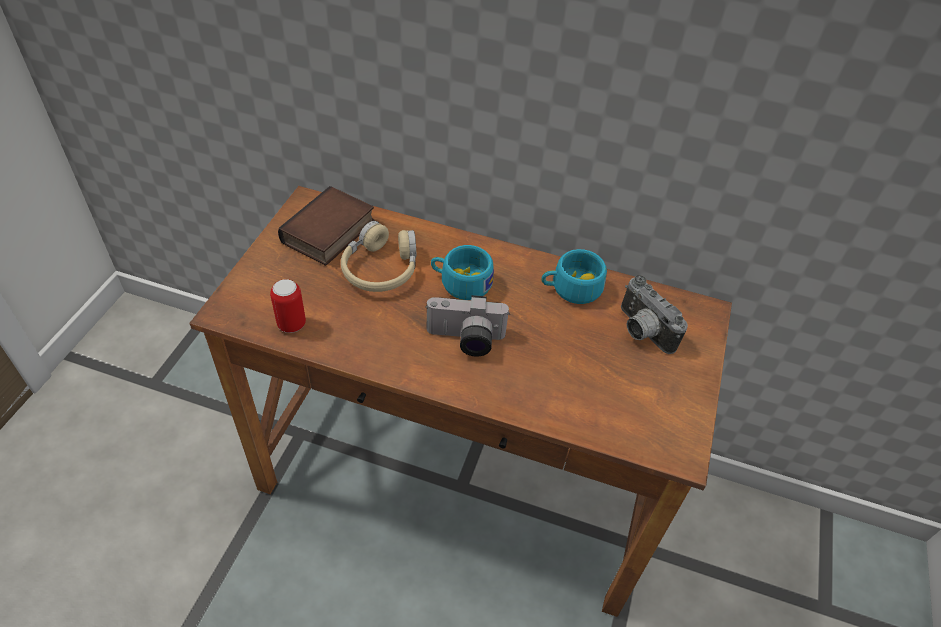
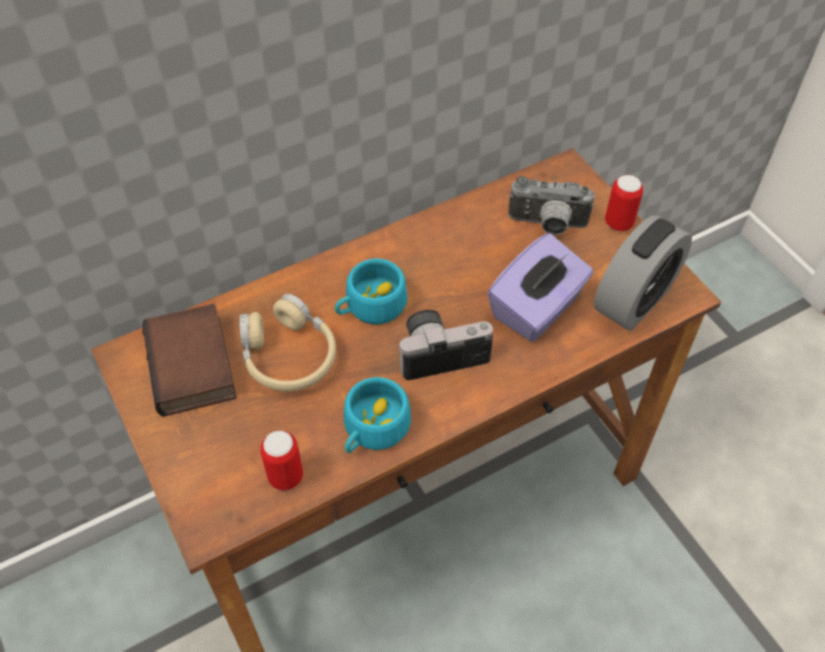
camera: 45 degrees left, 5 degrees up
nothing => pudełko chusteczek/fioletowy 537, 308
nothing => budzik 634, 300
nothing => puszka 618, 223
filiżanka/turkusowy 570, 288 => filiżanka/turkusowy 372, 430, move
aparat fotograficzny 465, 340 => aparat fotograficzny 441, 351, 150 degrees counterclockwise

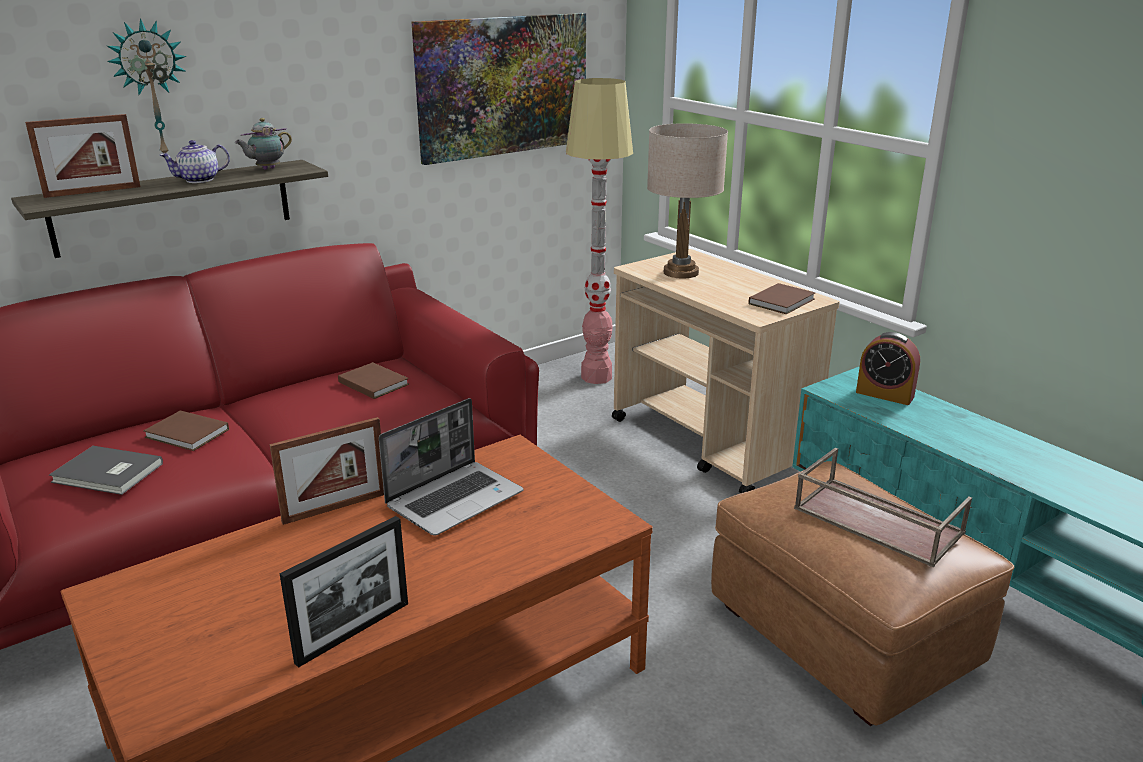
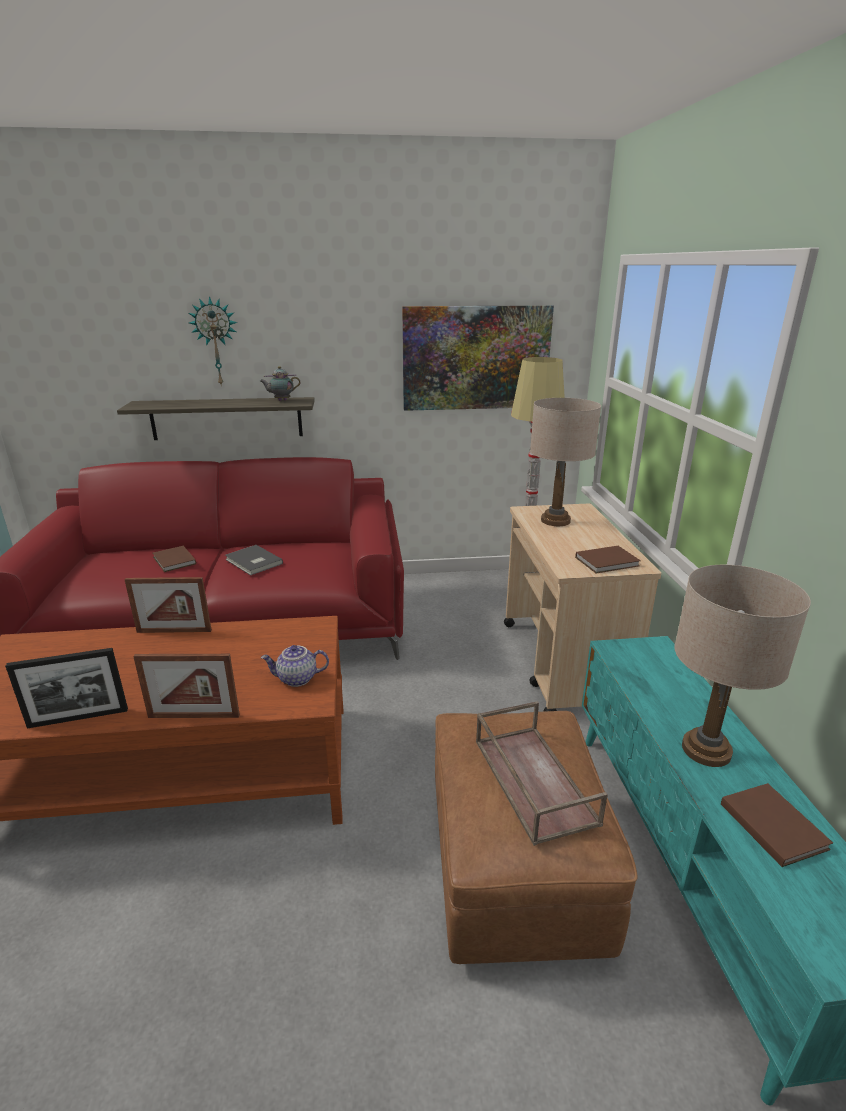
camera: 30 degrees right, 0 degrees up
laptop 455, 499 => nothing
budzik 884, 394 => nothing
nothing => lampa stołowa/beżowy 705, 750
ramka na zdjęcie 93, 192 => ramka na zdjęcie 194, 716, move
książka/szary 107, 474 => książka/szary 253, 562, move
imbryk 199, 180 => imbryk 296, 679, move
książka/brązowy 373, 382 => książka/brązowy 772, 824, move

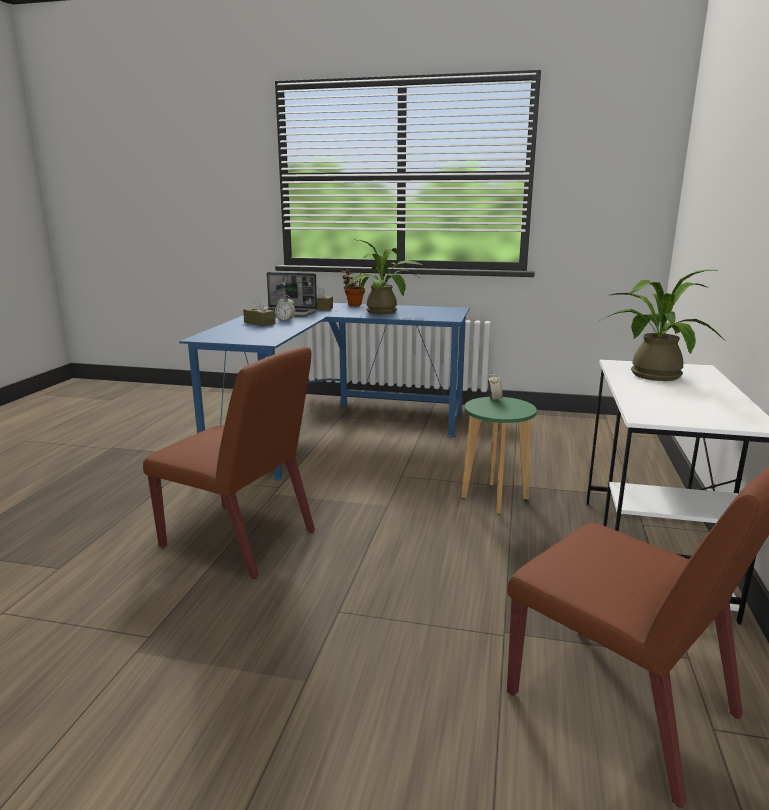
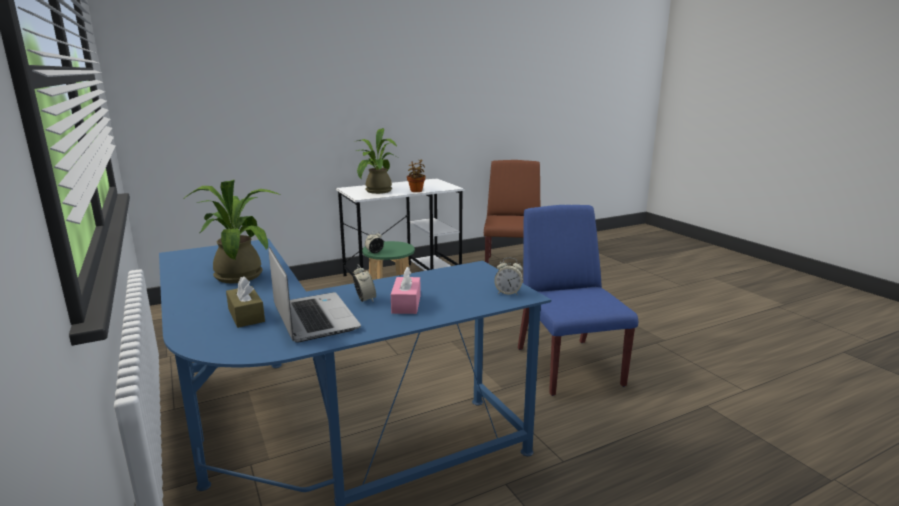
camera: 130 degrees left, 0 degrees up
nothing => budzik 508, 293
roślina doniczkowa 353, 304 => roślina doniczkowa 416, 191, move
krzesło/brązowy 240, 540 => krzesło/niebieski 567, 365
pudełko chusteczek/brązowy 259, 323 => pudełko chusteczek/różowy 406, 304

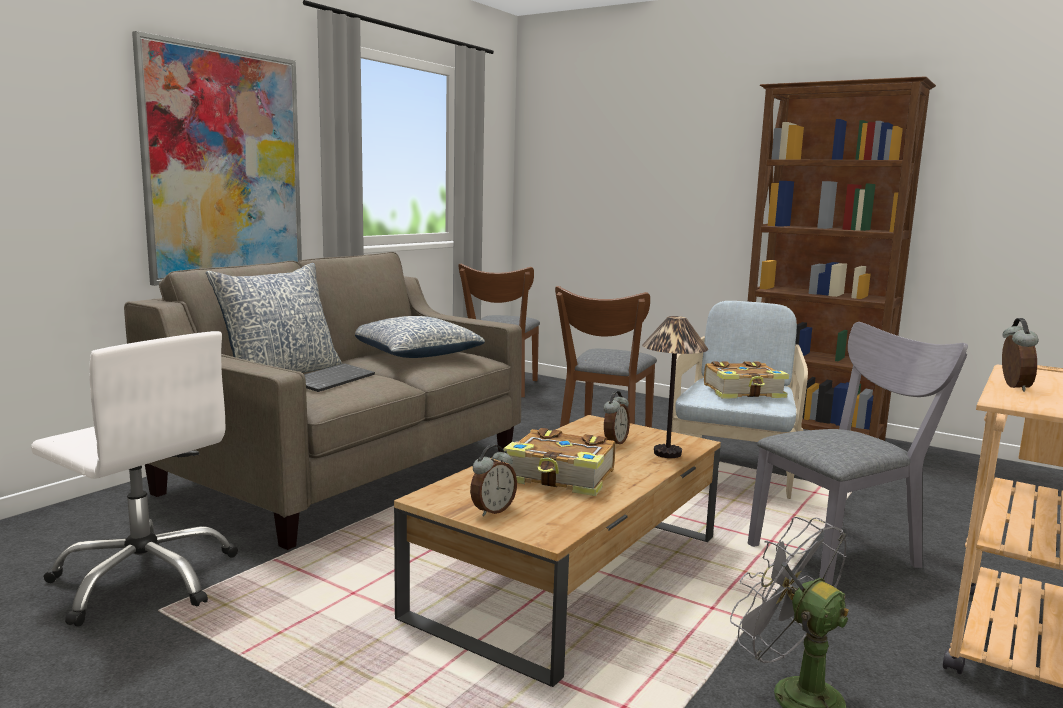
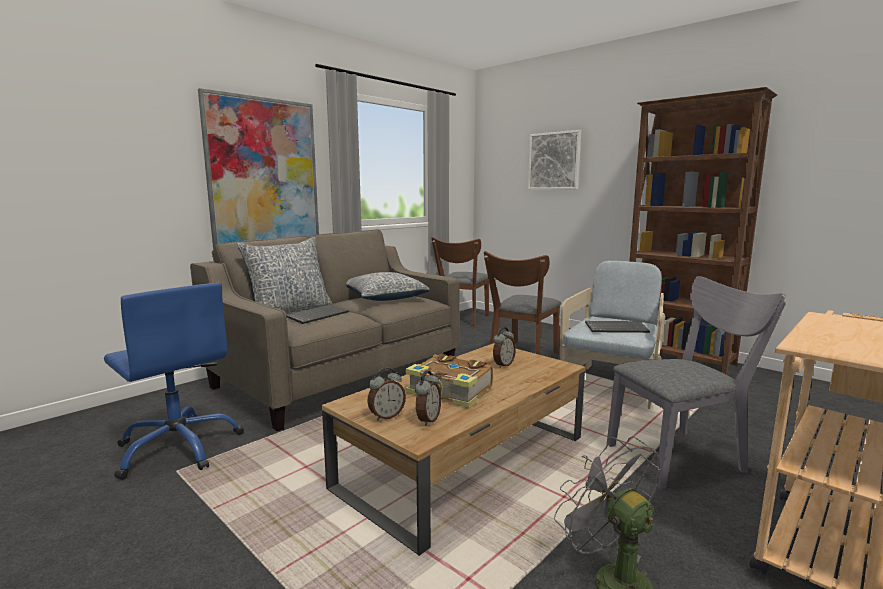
camera: 10 degrees right, 0 degrees up
lampa stołowa 668, 453 => nothing
nothing => obraz 554, 161
budzik 1012, 387 => budzik 427, 420, move
książka 744, 392 => klawiatura 616, 328
krzesło biurowe/biały 145, 579 => krzesło biurowe/niebieski 179, 447

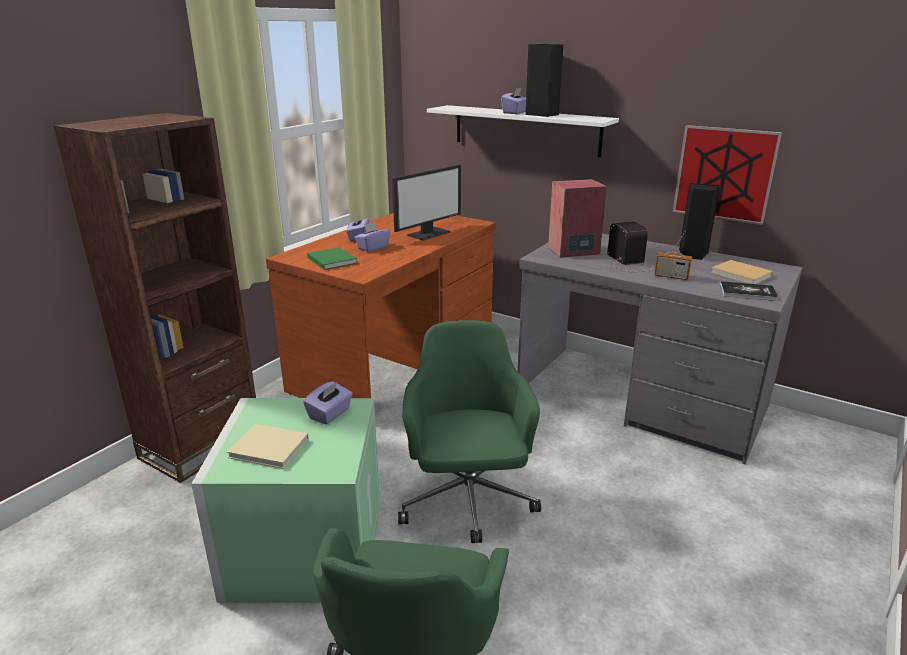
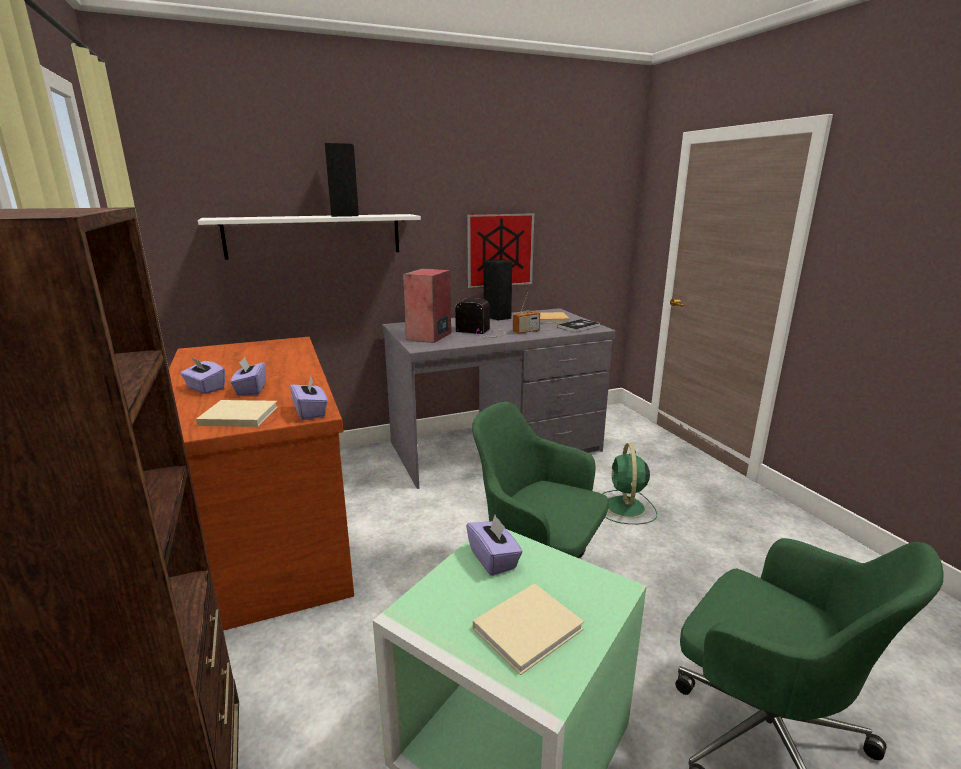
camera: 55 degrees left, 5 degrees down
monitor 428, 233 => nothing
nothing => wentylator/zielony 625, 508
pudełko chusteczek/fioletowy 515, 112 => pudełko chusteczek/fioletowy 310, 412, move
książka/zielony 331, 260 => książka/beżowy 237, 416

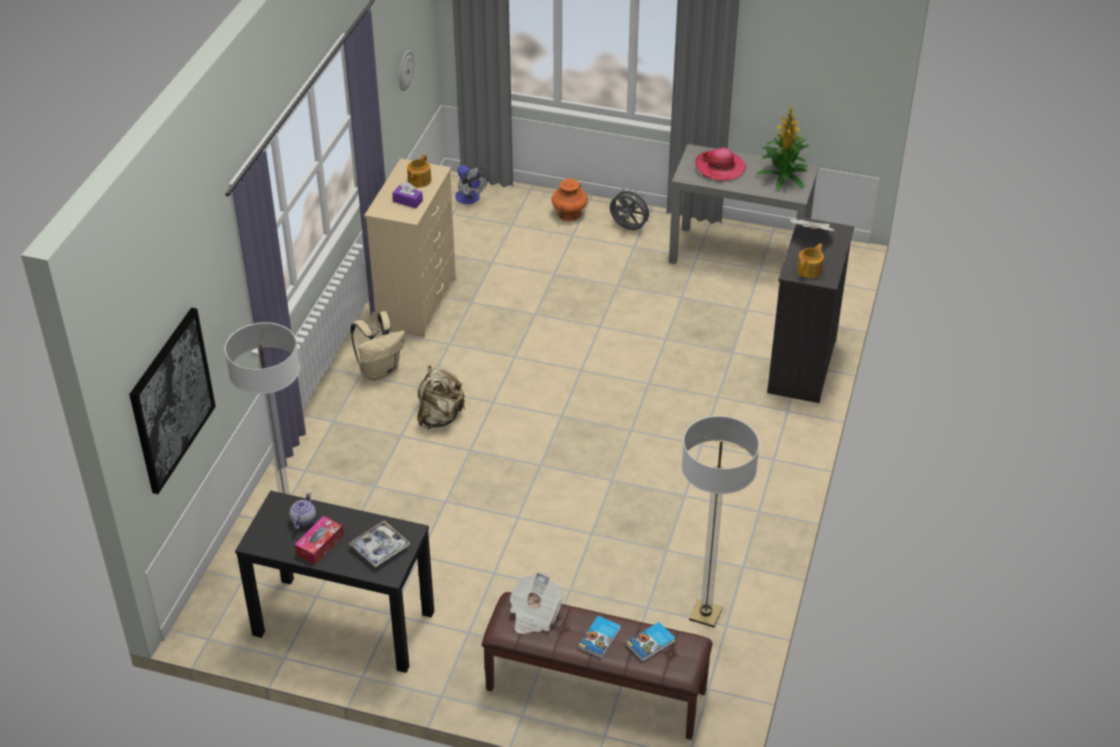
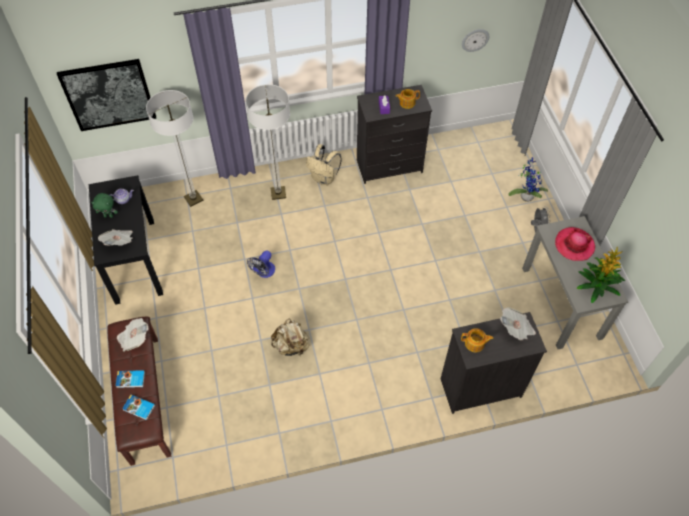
camera: 60 degrees right, 15 degrees up
plecak/beżowy 440, 417 => plecak/beżowy 291, 346, move
wentylator 469, 199 => wentylator 264, 272, move
lampa stojąca 705, 614 => lampa stojąca 278, 193, move
pudełko chusteczek 320, 545 => pluszak/zielony 109, 216
taca 380, 548 => gazeta 119, 242
wazon/pomarańczowy 569, 214 => roślina doniczkowa 525, 195
komoda/beżowy 418, 303 => komoda/czarny 390, 166

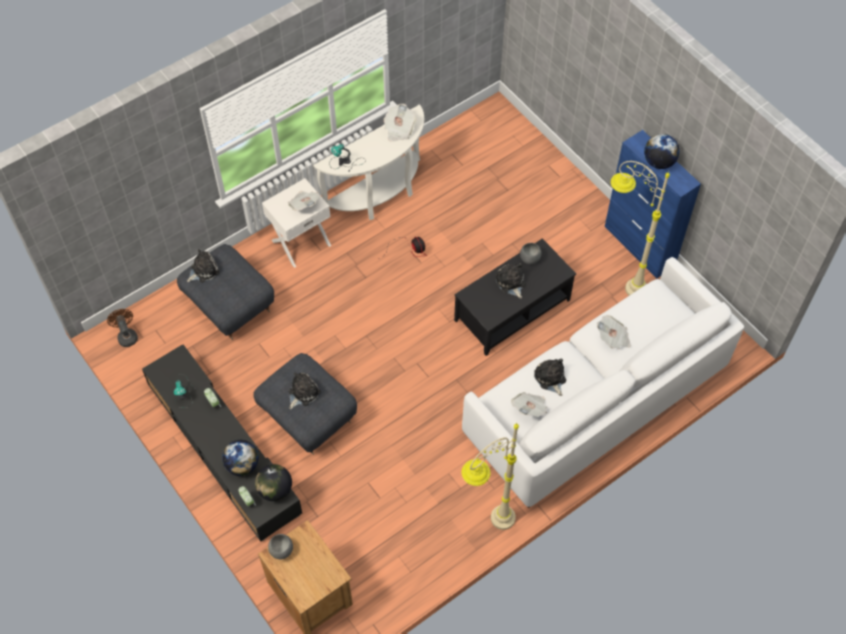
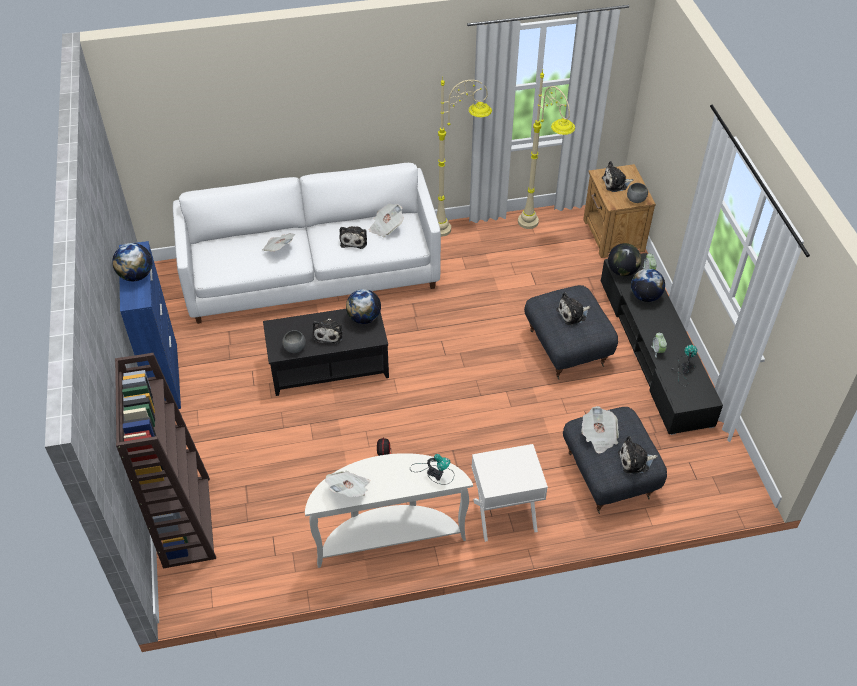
camera: 155 degrees left, 10 degrees down
wentylator/brązowy 126, 336 => nothing
nothing => regał/brązowy 186, 521
nothing => globus 364, 318
nothing => pluszak 616, 183
gazeta 304, 205 => gazeta 599, 436, move
lampa stojąca/beżowy 619, 281 => lampa stojąca/beżowy 539, 232, move

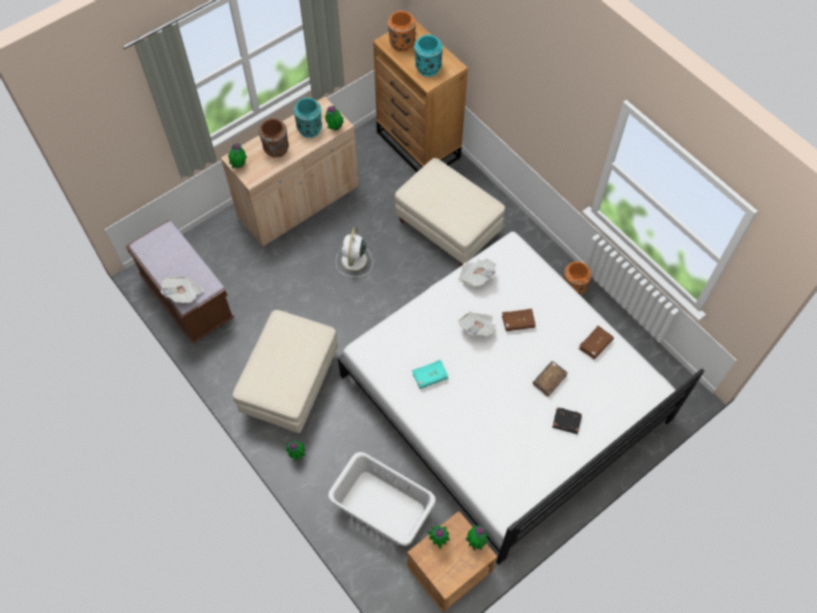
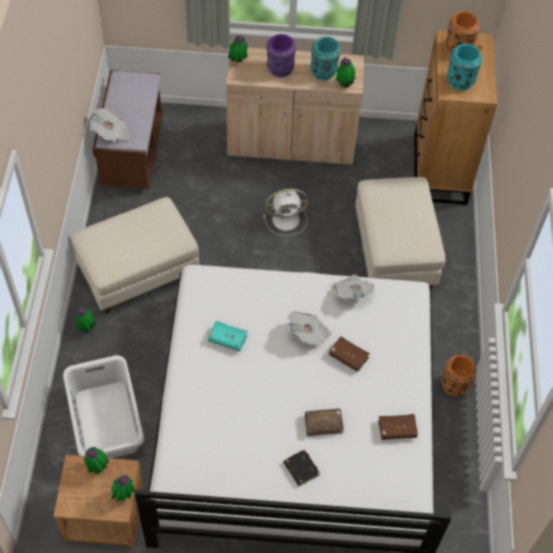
camera: 40 degrees right, 5 degrees down
wazon/brązowy 276, 149 => wazon/fioletowy 280, 69
wentylator/biały 354, 261 => wentylator/biały 287, 219, 150 degrees counterclockwise

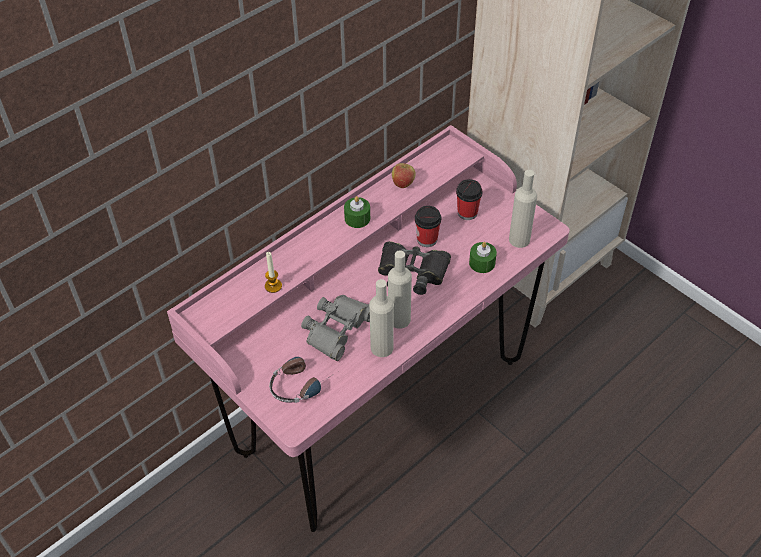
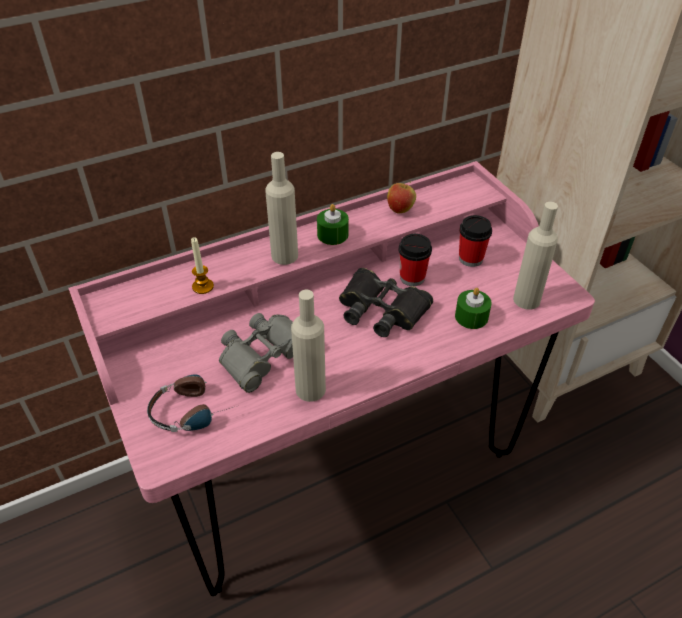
camera: 15 degrees right, 5 degrees down
butelka/beżowy 399, 319 => butelka/beżowy 284, 255, move

